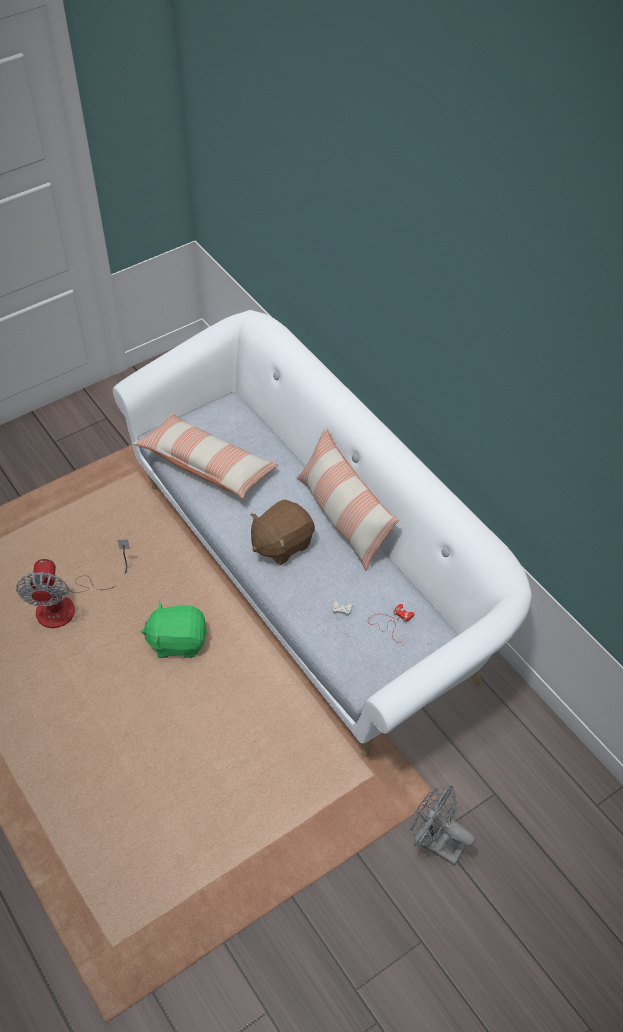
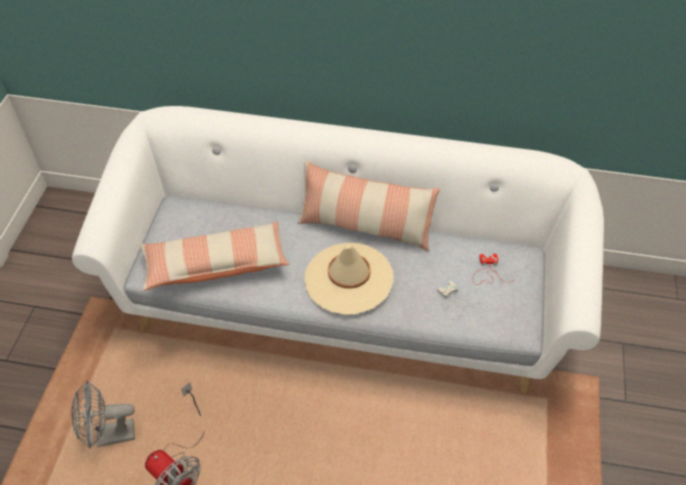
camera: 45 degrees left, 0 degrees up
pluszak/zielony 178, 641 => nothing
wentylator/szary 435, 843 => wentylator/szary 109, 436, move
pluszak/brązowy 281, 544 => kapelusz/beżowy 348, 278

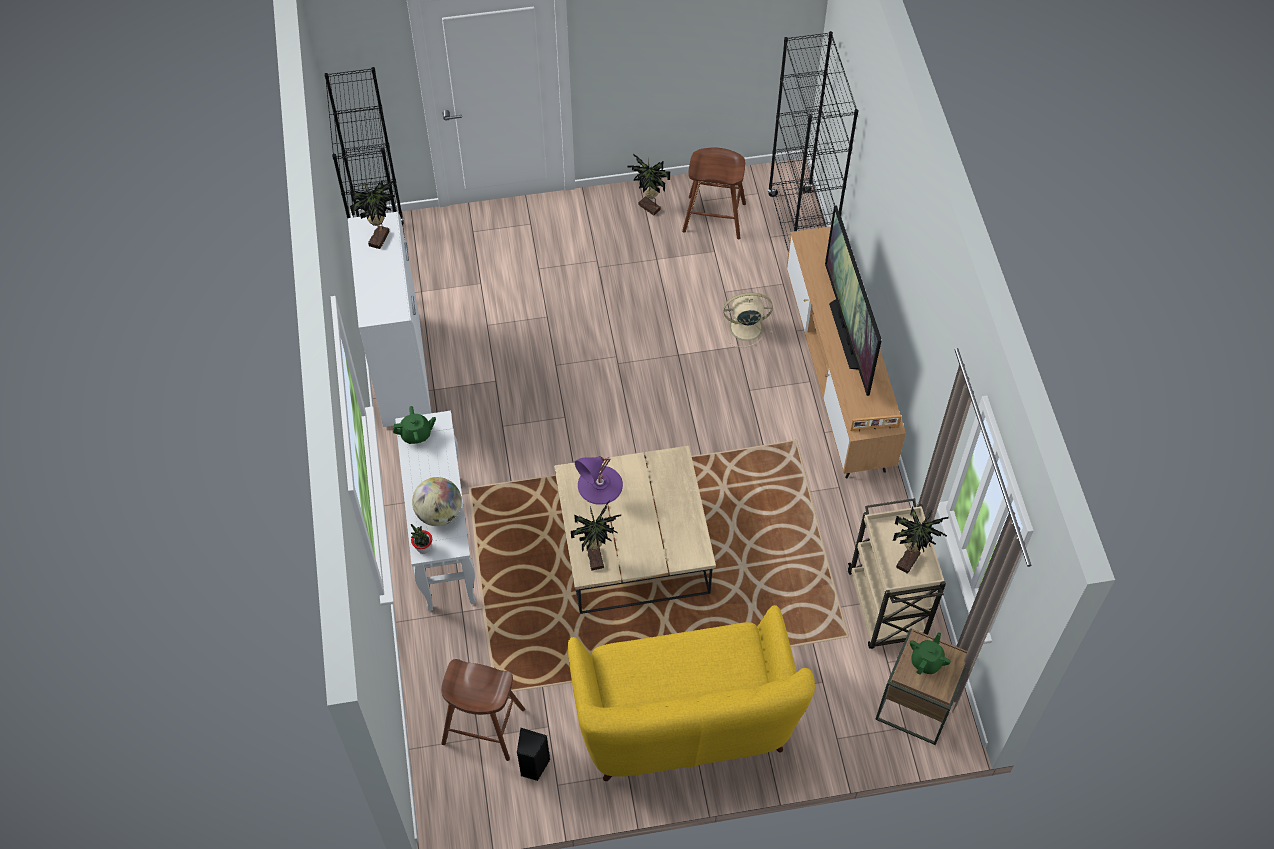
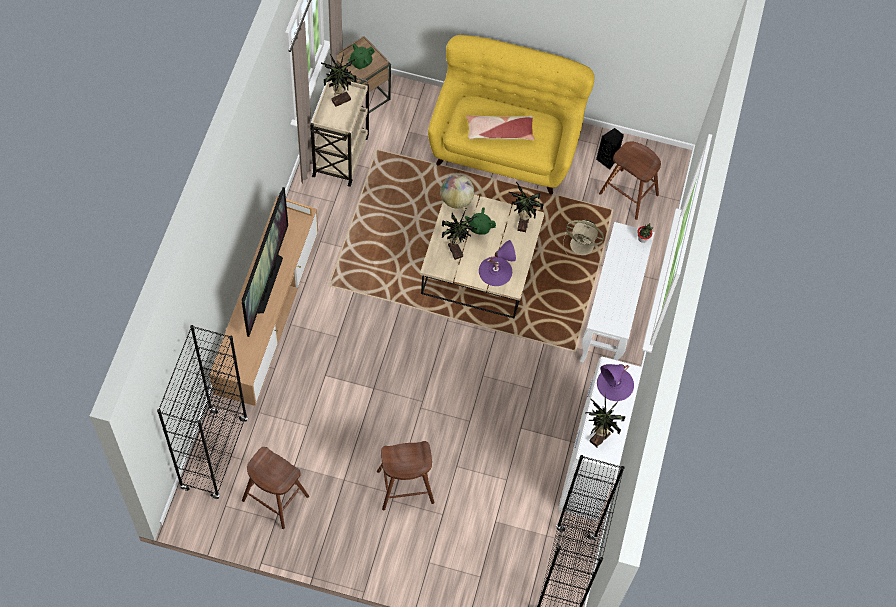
camera: 160 degrees left, 5 degrees up
nothing => stołek/brązowy 405, 486
nothing => poduszka 499, 132
nothing => lampa stołowa/fioletowy 615, 384
imbryk/zielony 416, 434 => imbryk/zielony 479, 227, move
globus 439, 513 => globus 456, 200, move
roślina doniczkowa 648, 208 => roślina doniczkowa 456, 250, move
wentylator/beżowy 744, 327 => wentylator/beżowy 583, 245, move

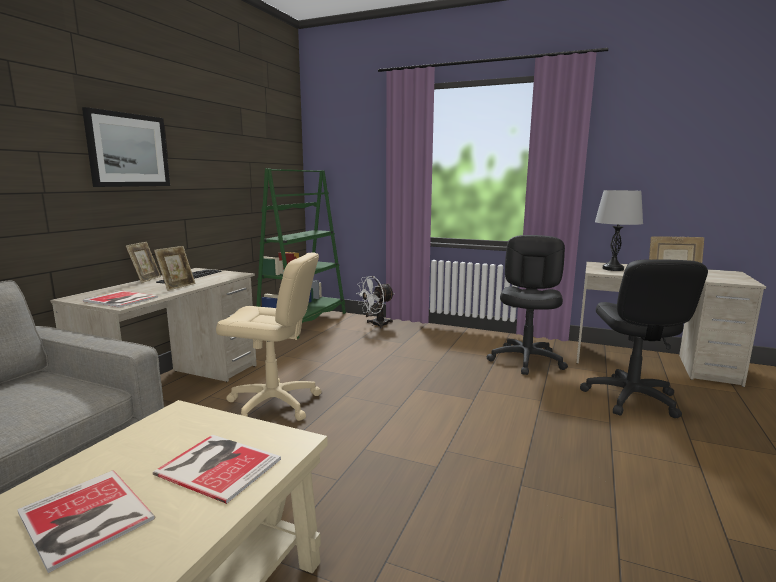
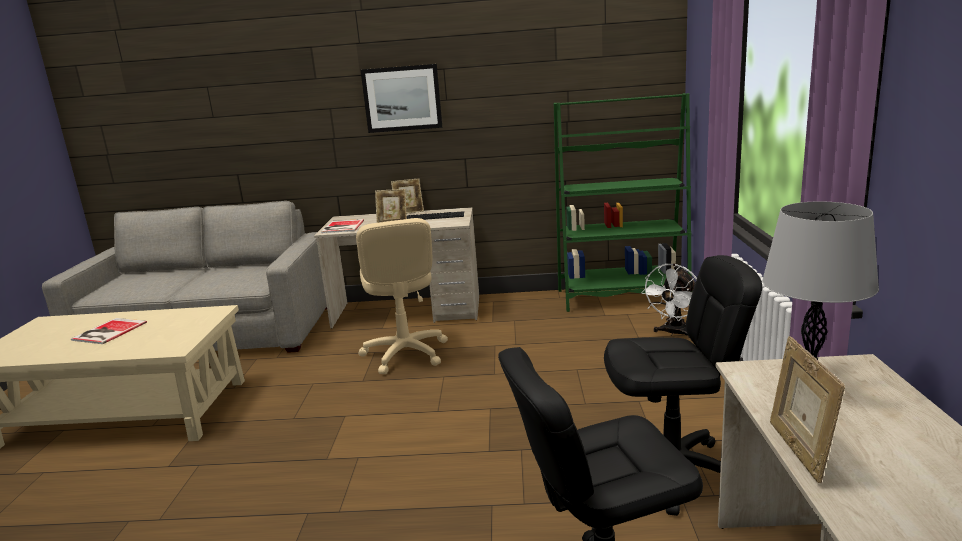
camera: 70 degrees right, 5 degrees up
książka 218, 465 => nothing
wentylator/biały 376, 325 => wentylator/biały 673, 333, 90 degrees counterclockwise

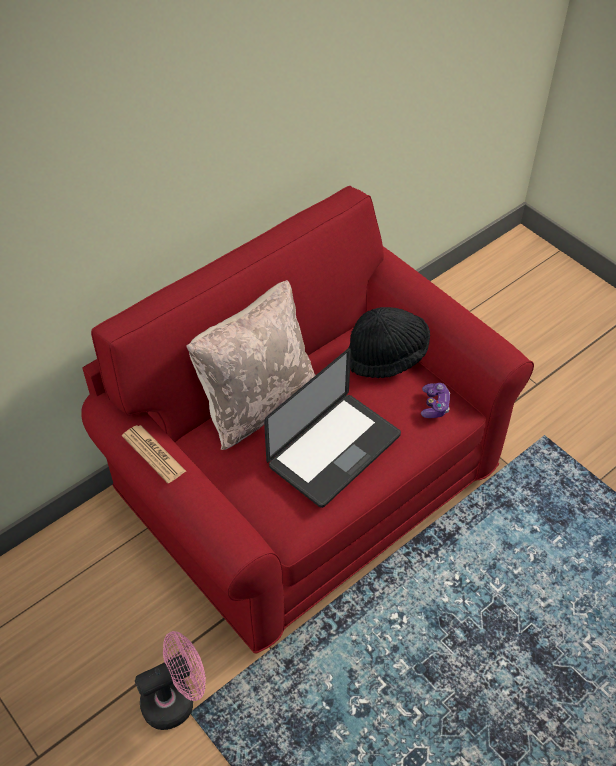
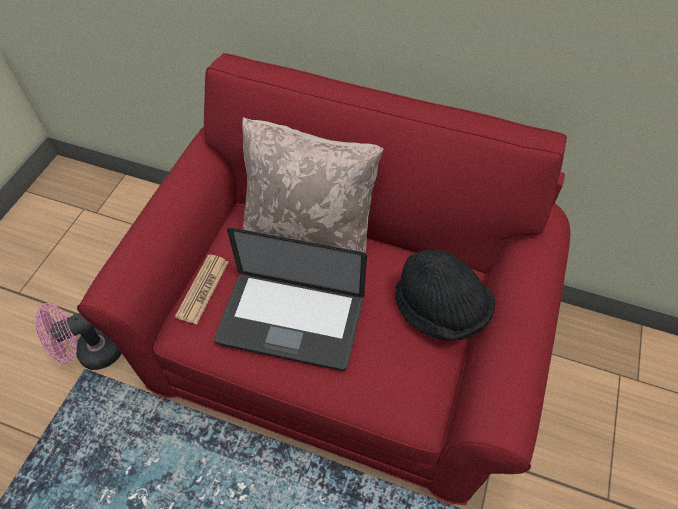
camera: 60 degrees right, 5 degrees up
pad do gier 434, 405 => nothing
gazeta 153, 454 => gazeta 203, 289, move
wentylator/różowy 176, 699 => wentylator/różowy 92, 353, 120 degrees clockwise

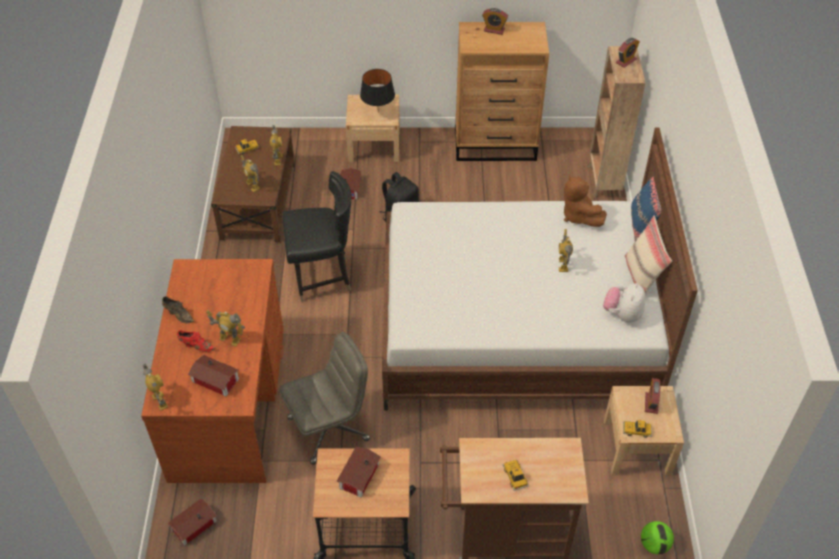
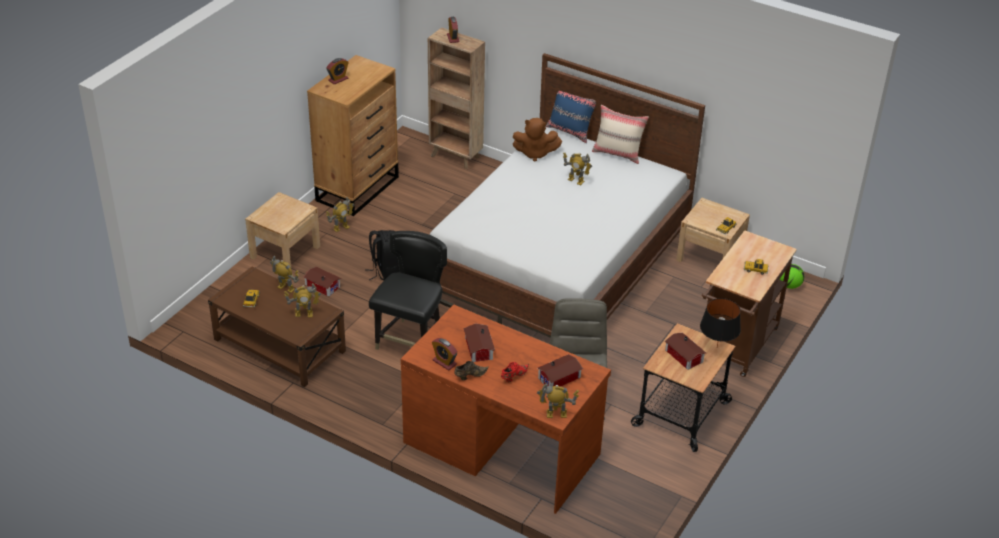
camera: 60 degrees left, 10 degrees down
pluszak 622, 314 => nothing
domek 192, 525 => domek 478, 349, move
robot zabawkowy 229, 339 => robot zabawkowy 341, 228, move
lampa stołowa/czarny 378, 112 => lampa stołowa/czarny 717, 347, move
budzik 651, 403 => budzik 444, 362, move

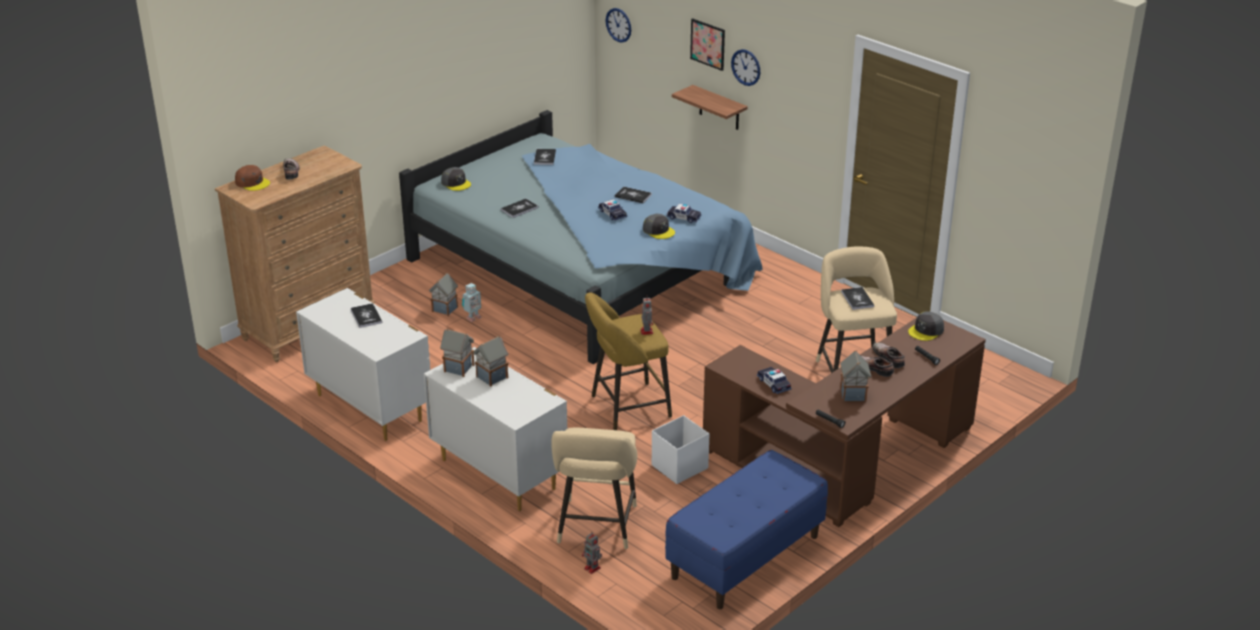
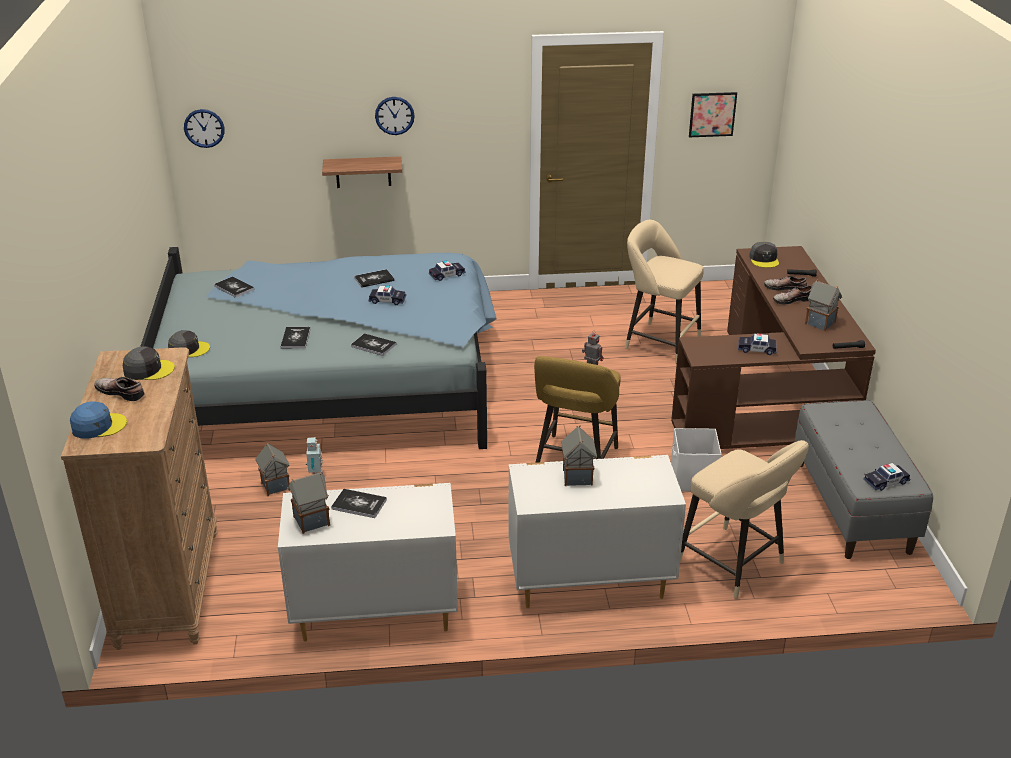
camera: 50 degrees left, 0 degrees up
robot zabawkowy 593, 568 => nothing
nothing => samochodzik 886, 482
domek 458, 368 => domek 310, 521, move
czapka z daszkiem/szary 658, 231 => czapka z daszkiem/szary 148, 370, move
obraz 708, 44 => obraz 712, 114, move
książka 857, 299 => książka 373, 345, move
czapka z daszkiem/brązowy 252, 182 => czapka z daszkiem/niebieski 98, 426
ławka/niebieski 745, 557 => ławka/szary 852, 507

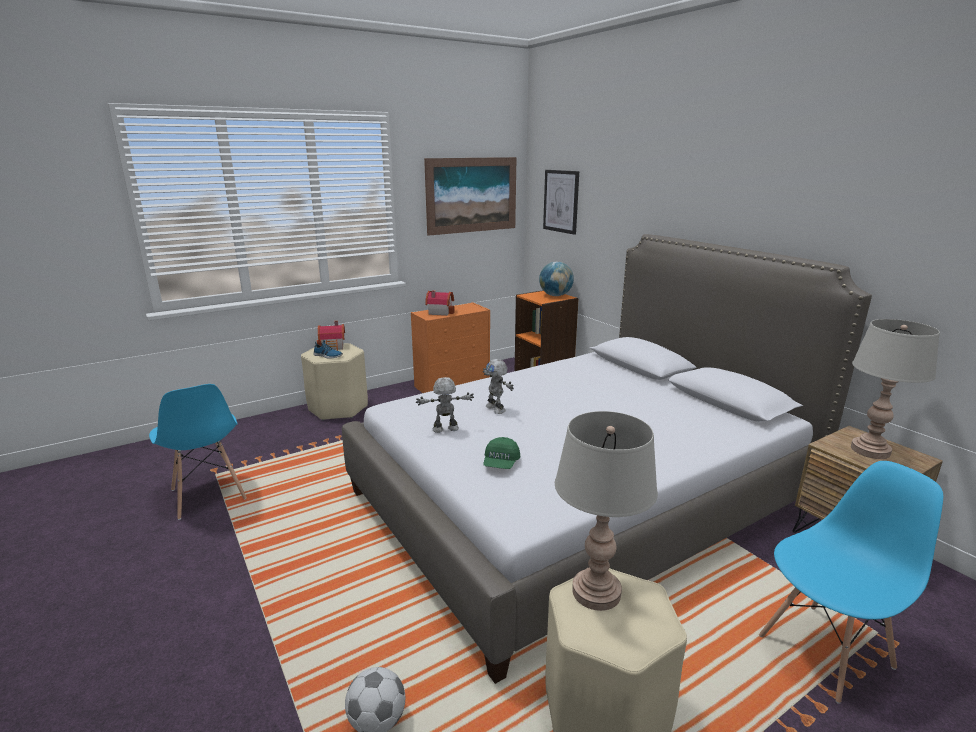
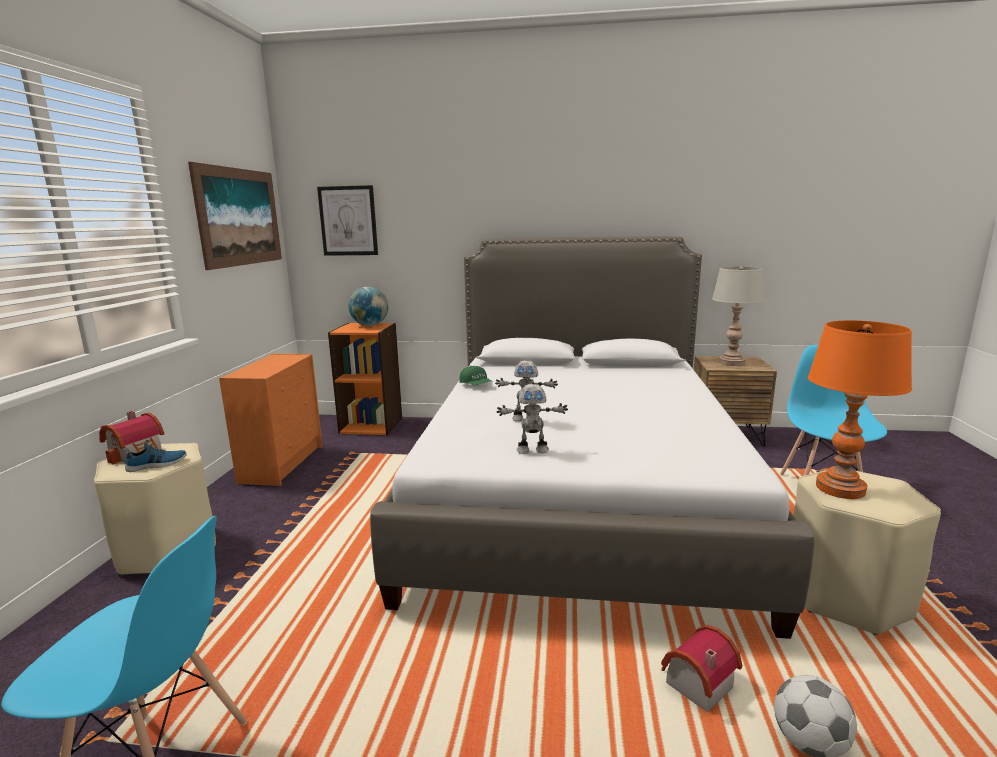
camera: 50 degrees left, 5 degrees down
domek 440, 312 => domek 694, 684, move
czapka z daszkiem/zielony 501, 463 => czapka z daszkiem/zielony 476, 385, move
lampa stołowa/szary 596, 592 => lampa stołowa/pomarańczowy 840, 488
robot zabawkowy 445, 429 => robot zabawkowy 532, 450, 120 degrees counterclockwise

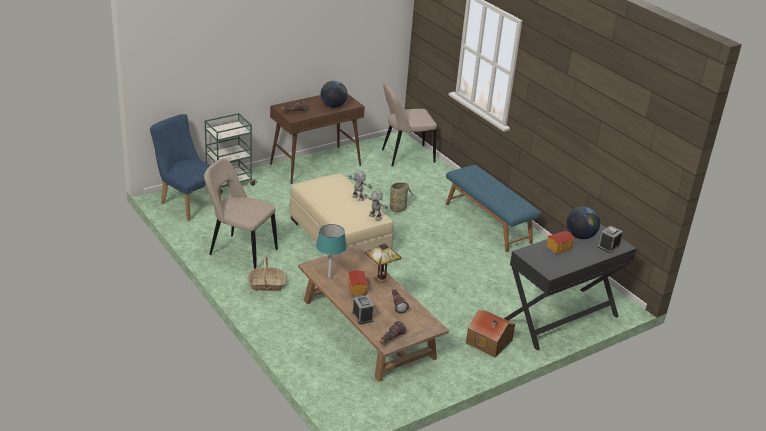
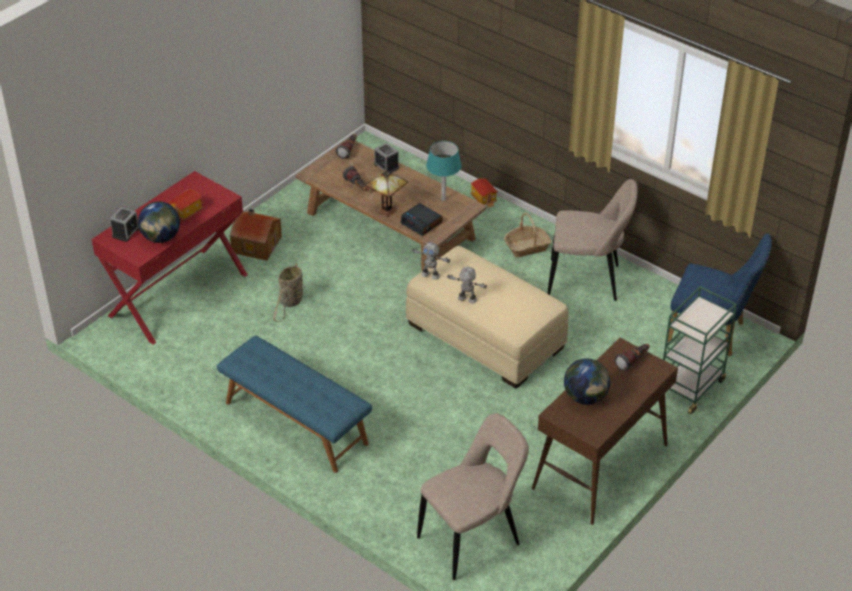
camera: 165 degrees right, 10 degrees up
nothing => budzik 422, 223
domek 356, 289 => domek 484, 199, move
koszyk 398, 208 => koszyk 290, 302, move
biurko/czarny 561, 318 => biurko/czerwony 178, 294

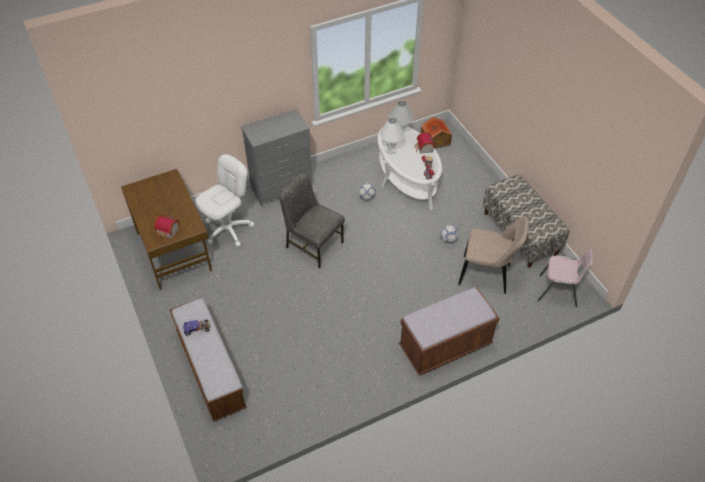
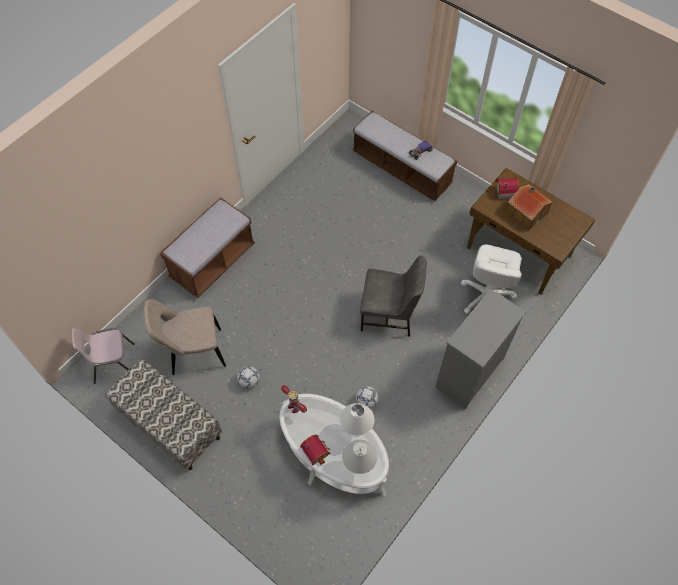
camera: 155 degrees right, 10 degrees up
domek 435, 140 => domek 526, 212, move

